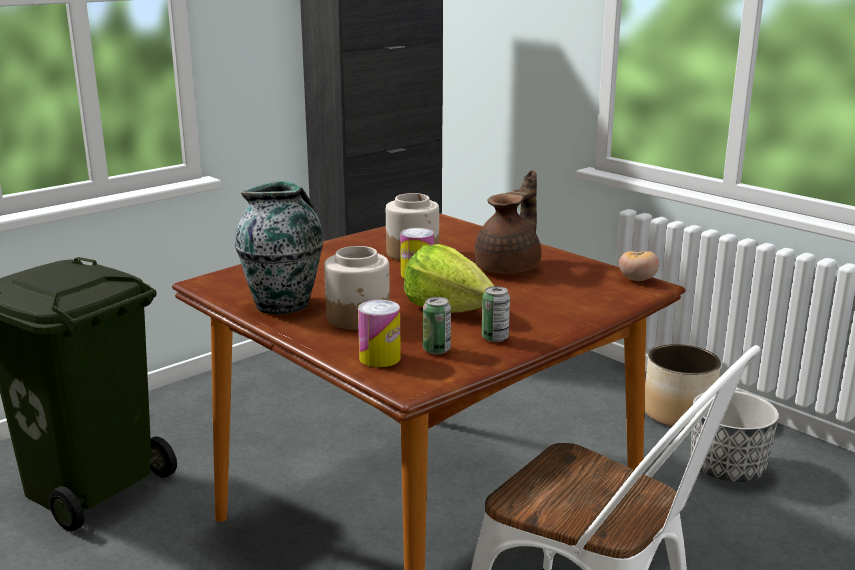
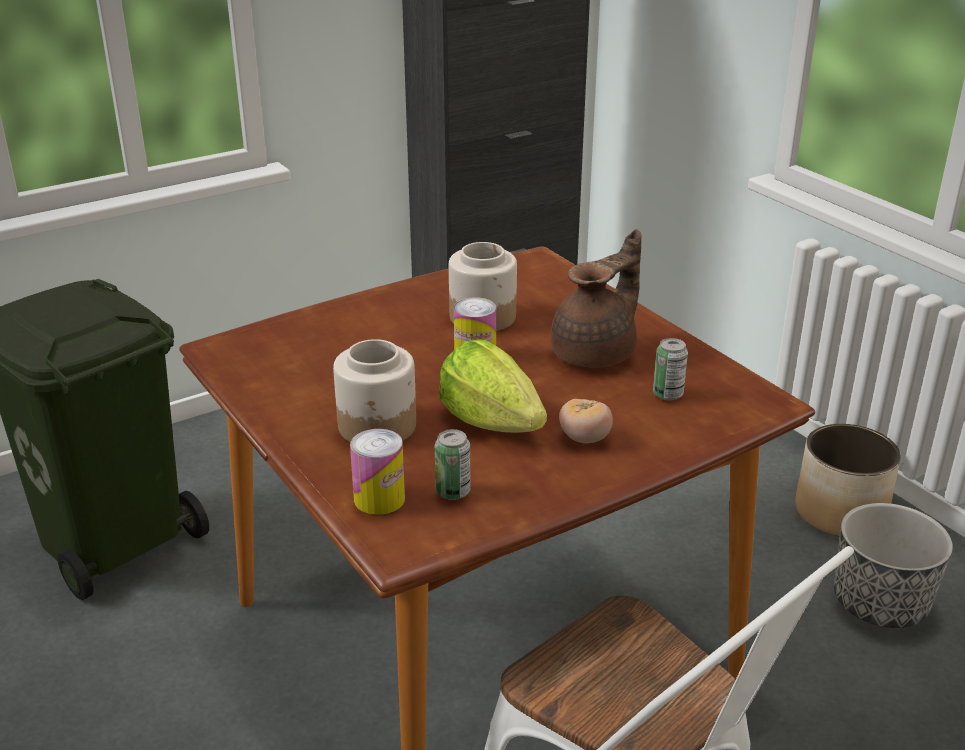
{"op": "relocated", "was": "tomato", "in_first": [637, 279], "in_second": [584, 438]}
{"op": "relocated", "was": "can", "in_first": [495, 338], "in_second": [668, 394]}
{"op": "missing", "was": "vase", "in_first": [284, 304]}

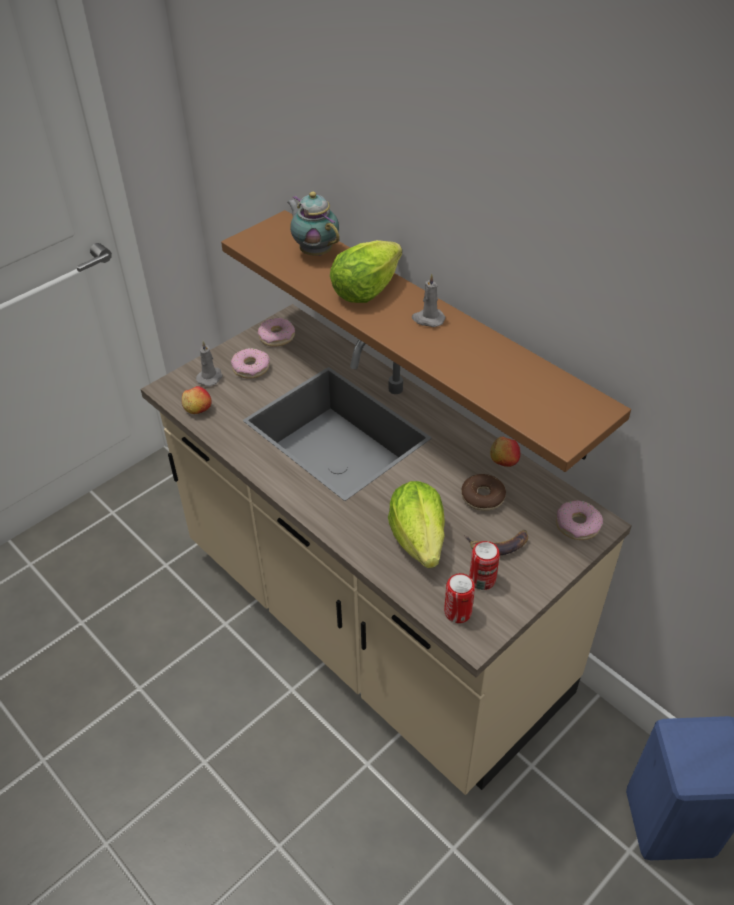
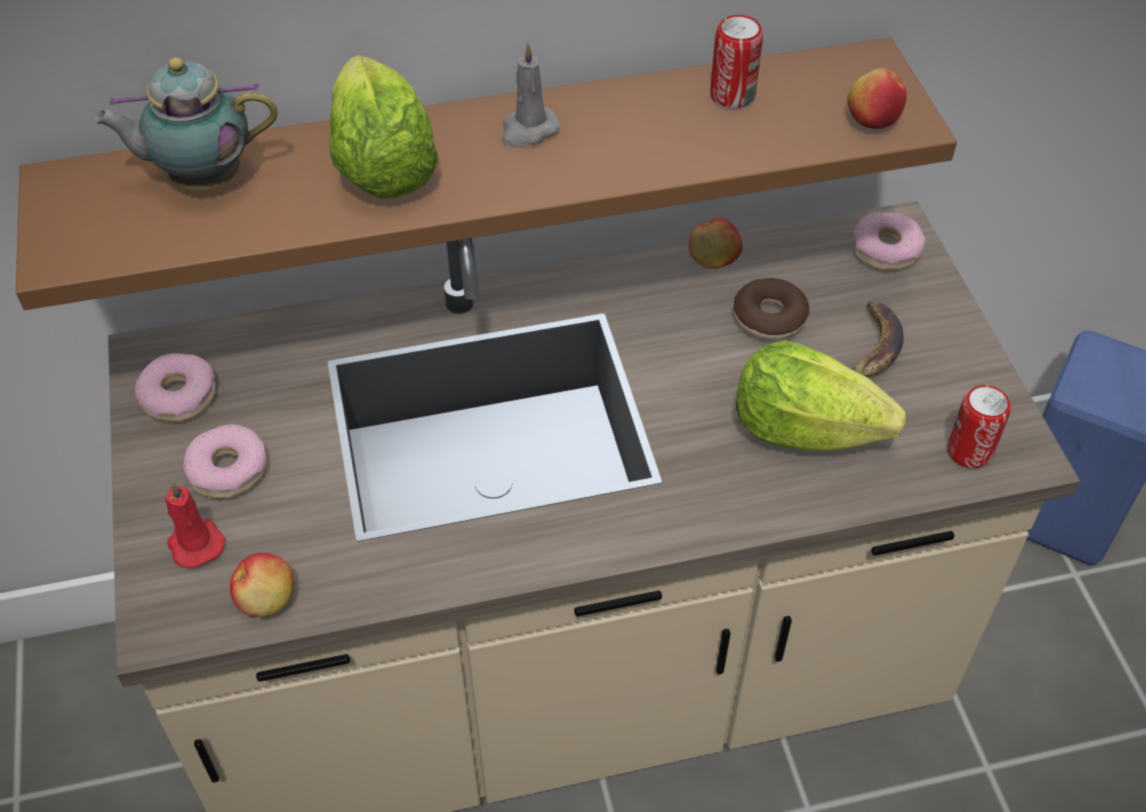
{"op": "colour", "was": "grey candle", "now": "red candle", "in_first": [210, 377], "in_second": [195, 542]}
{"op": "relocated", "was": "can", "in_first": [482, 579], "in_second": [732, 95]}
{"op": "appeared", "now": "apple", "in_second": [872, 119]}

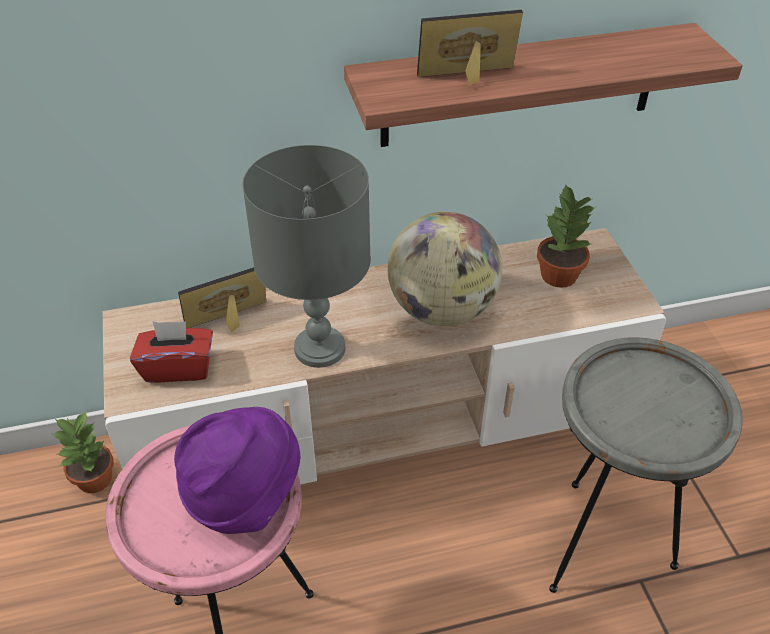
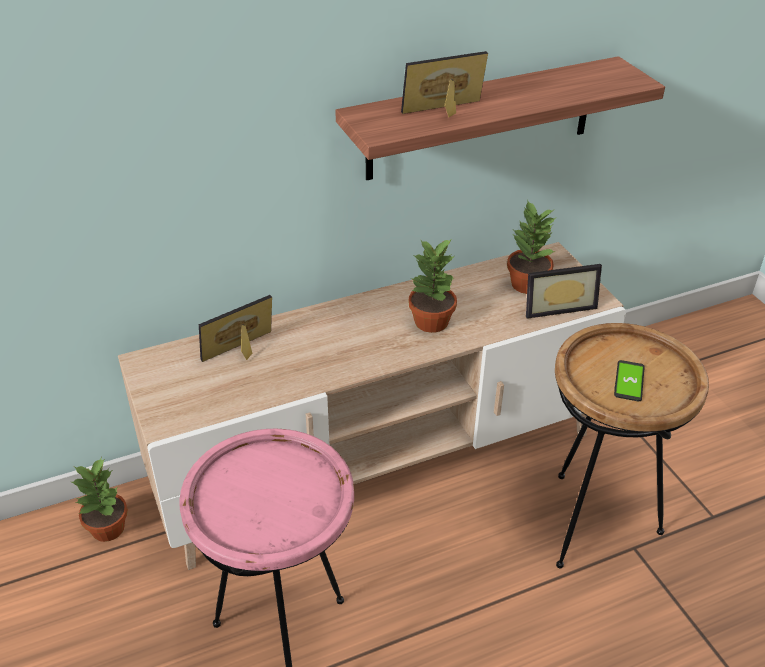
{"op": "exchanged", "was": "globe", "now": "potted plant", "in_first": [442, 310], "in_second": [432, 322]}
{"op": "appeared", "now": "picture frame", "in_second": [557, 305]}
{"op": "colour", "was": "grey side table", "now": "brown side table", "in_first": [600, 545], "in_second": [593, 523]}
{"op": "appeared", "now": "phone", "in_second": [629, 381]}
{"op": "missing", "was": "red tissue box", "in_first": [178, 367]}
{"op": "missing", "was": "purple hat", "in_first": [243, 496]}
{"op": "missing", "was": "grey table lamp", "in_first": [318, 348]}

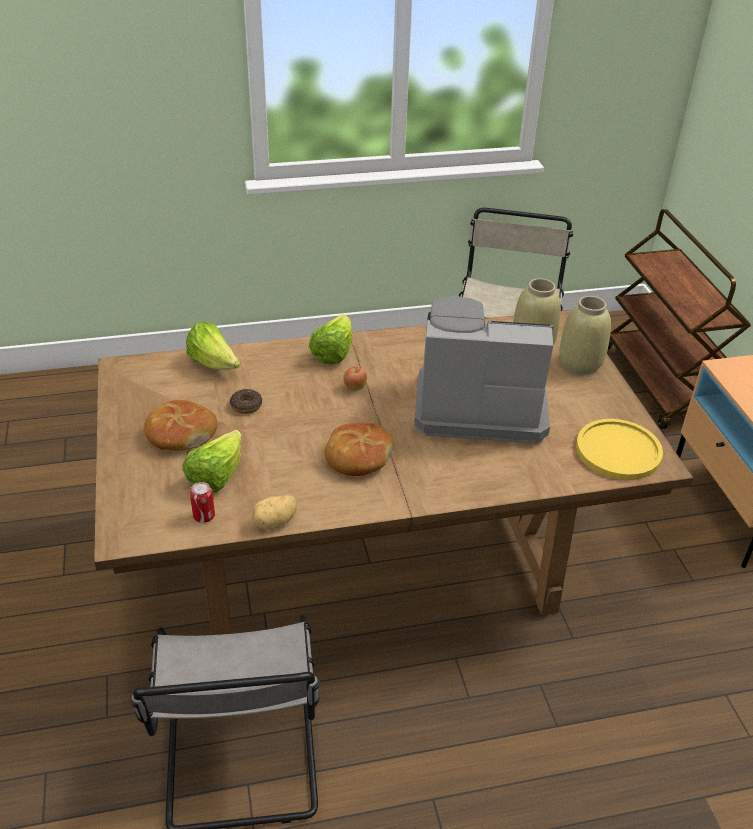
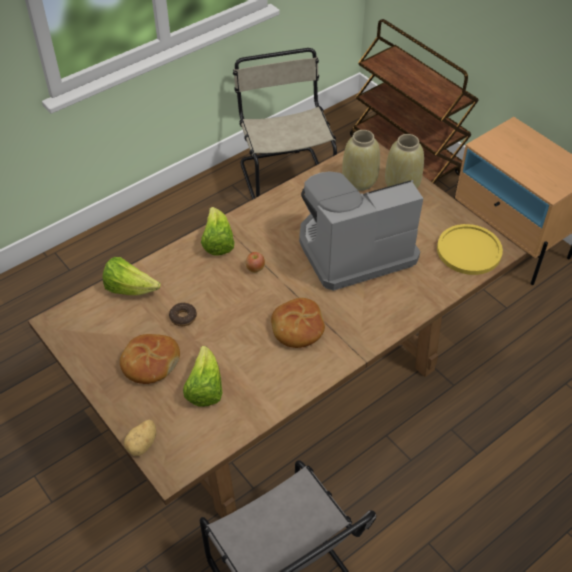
{"op": "relocated", "was": "potato", "in_first": [275, 522], "in_second": [143, 444]}
{"op": "missing", "was": "can", "in_first": [204, 516]}

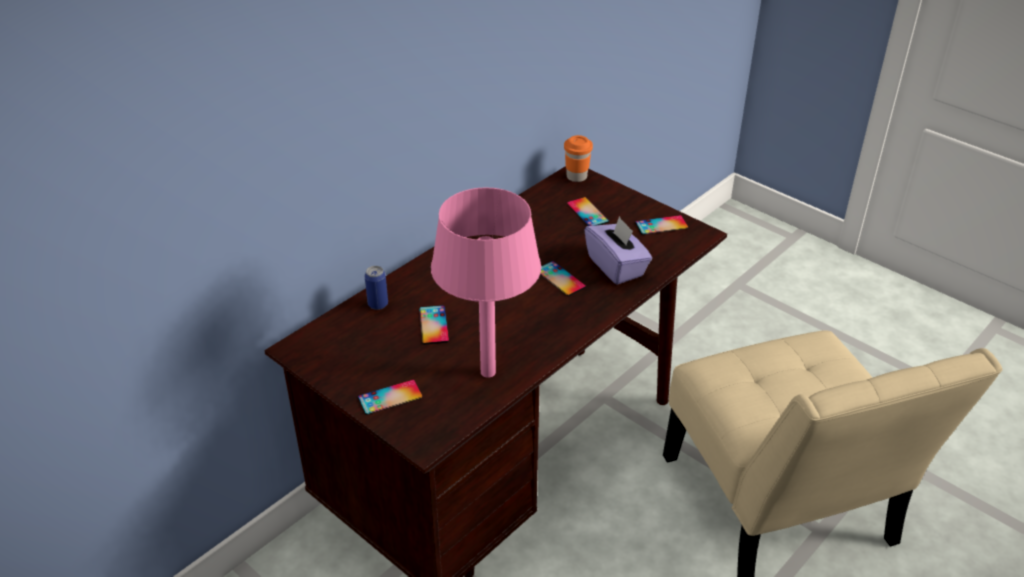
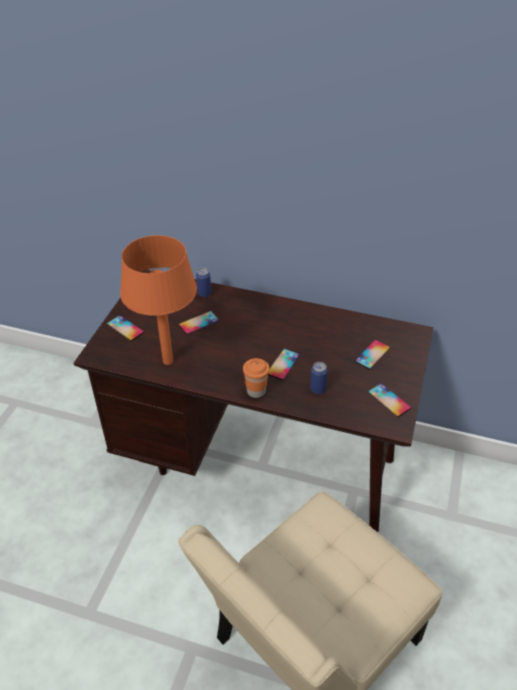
{"op": "colour", "was": "pink table lamp", "now": "orange table lamp", "in_first": [489, 372], "in_second": [168, 361]}
{"op": "relocated", "was": "orange cup", "in_first": [576, 177], "in_second": [256, 391]}
{"op": "exchanged", "was": "purple tissue box", "now": "can", "in_first": [616, 266], "in_second": [317, 389]}

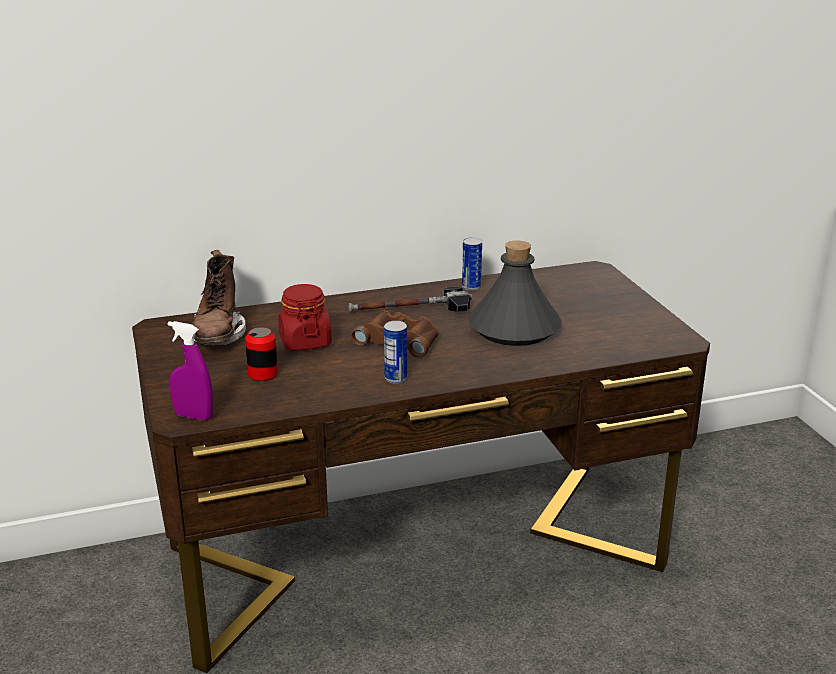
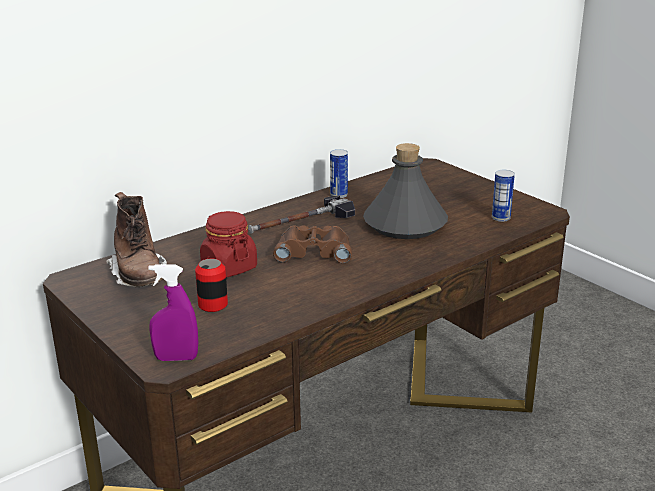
{"op": "relocated", "was": "can", "in_first": [395, 378], "in_second": [501, 218]}

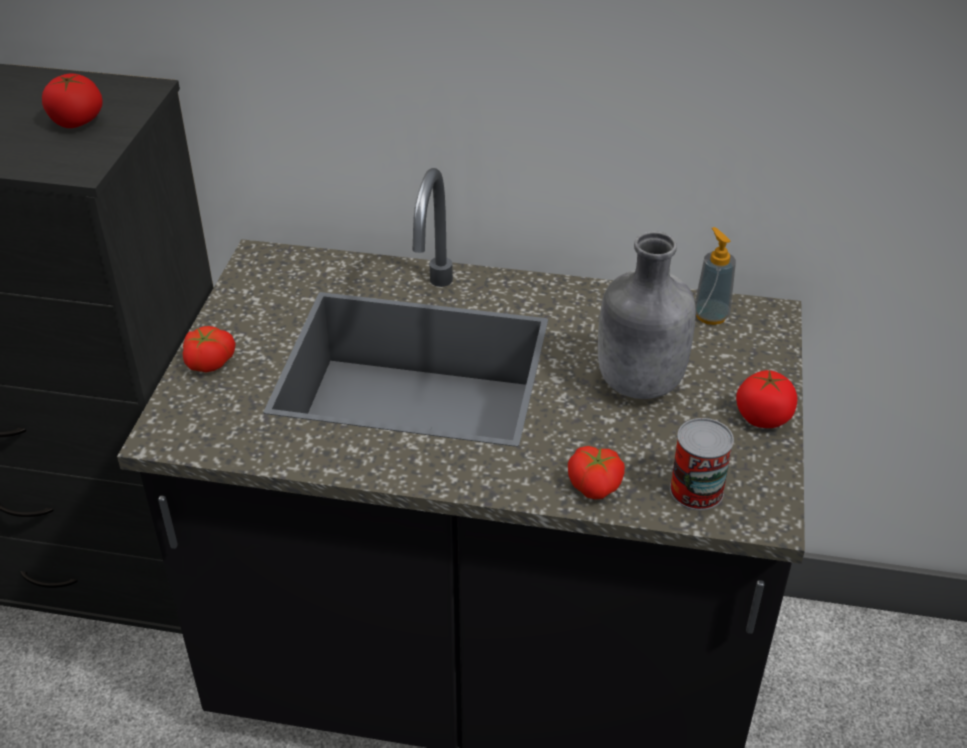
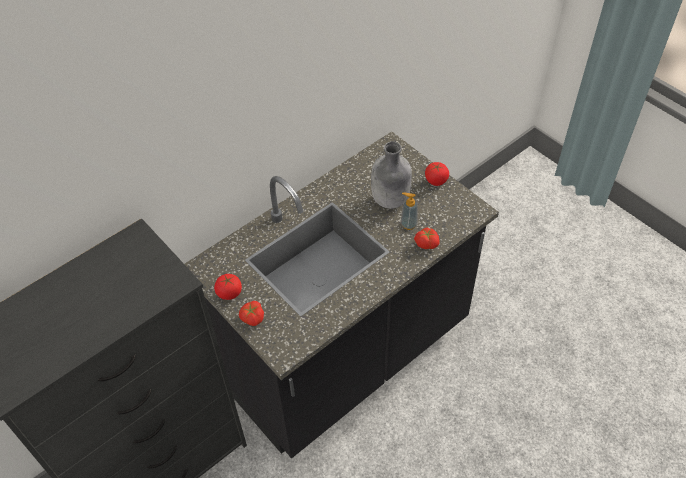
{"op": "relocated", "was": "tomato", "in_first": [76, 122], "in_second": [229, 293]}
{"op": "relocated", "was": "soap dispenser", "in_first": [711, 315], "in_second": [408, 224]}
{"op": "missing", "was": "can", "in_first": [696, 490]}

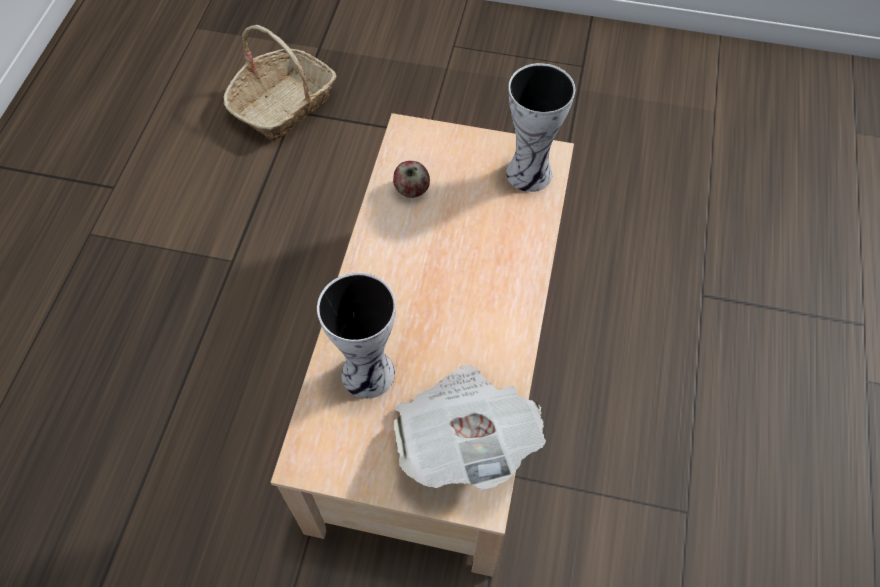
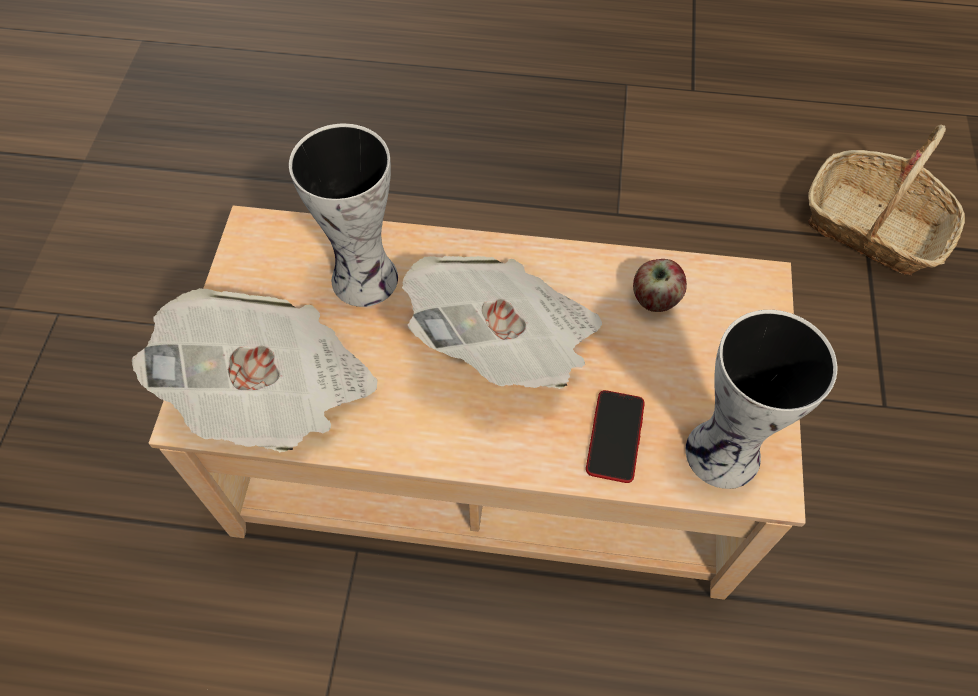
{"op": "appeared", "now": "newspaper", "in_second": [507, 343]}
{"op": "appeared", "now": "phone", "in_second": [615, 436]}

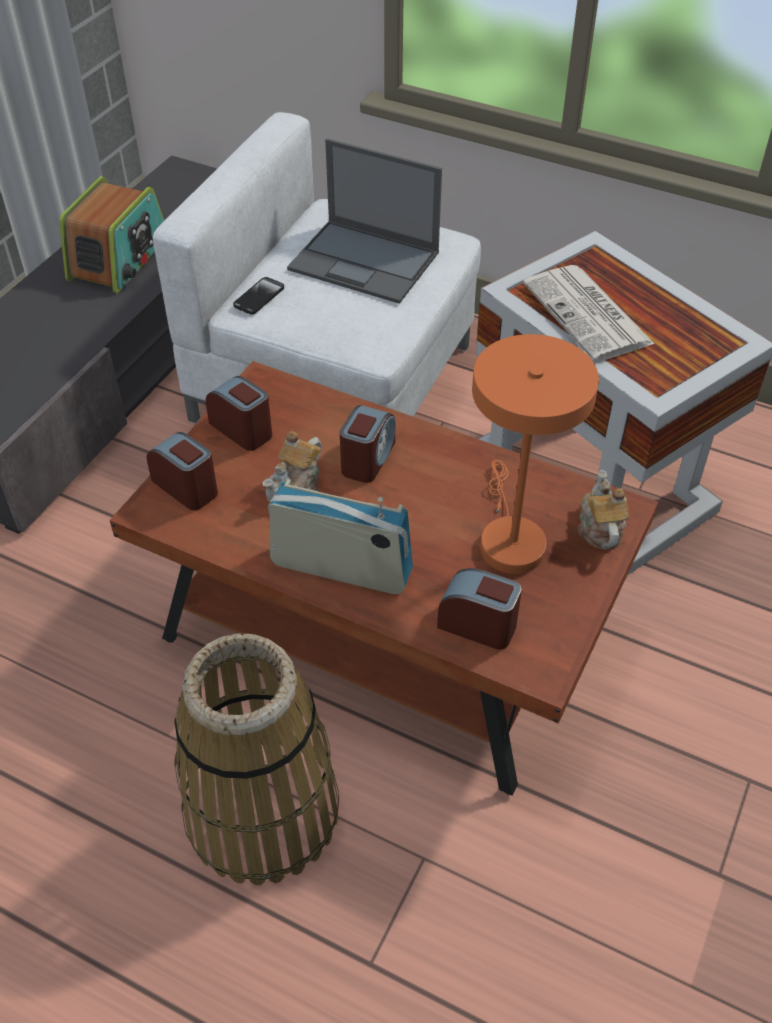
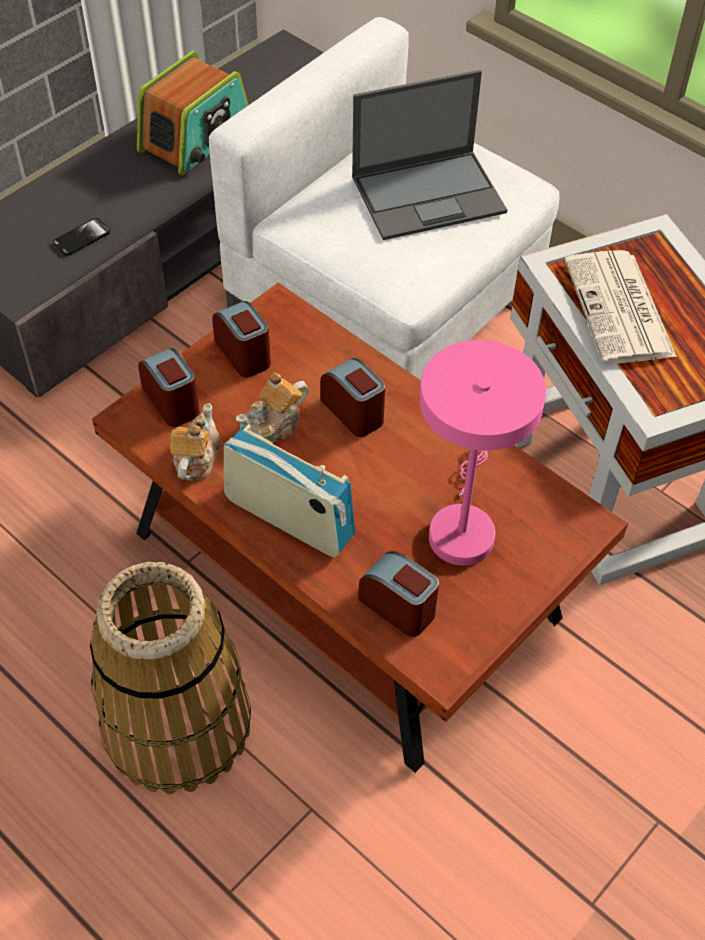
{"op": "relocated", "was": "phone", "in_first": [259, 297], "in_second": [82, 238]}
{"op": "relocated", "was": "teapot", "in_first": [599, 528], "in_second": [196, 458]}
{"op": "spun", "was": "alarm clock", "in_first": [367, 459], "in_second": [353, 411], "clockwise": -75}
{"op": "spun", "was": "laptop", "in_first": [365, 261], "in_second": [430, 194], "clockwise": -60}
{"op": "colour", "was": "orange table lamp", "now": "pink table lamp", "in_first": [509, 539], "in_second": [461, 527]}

